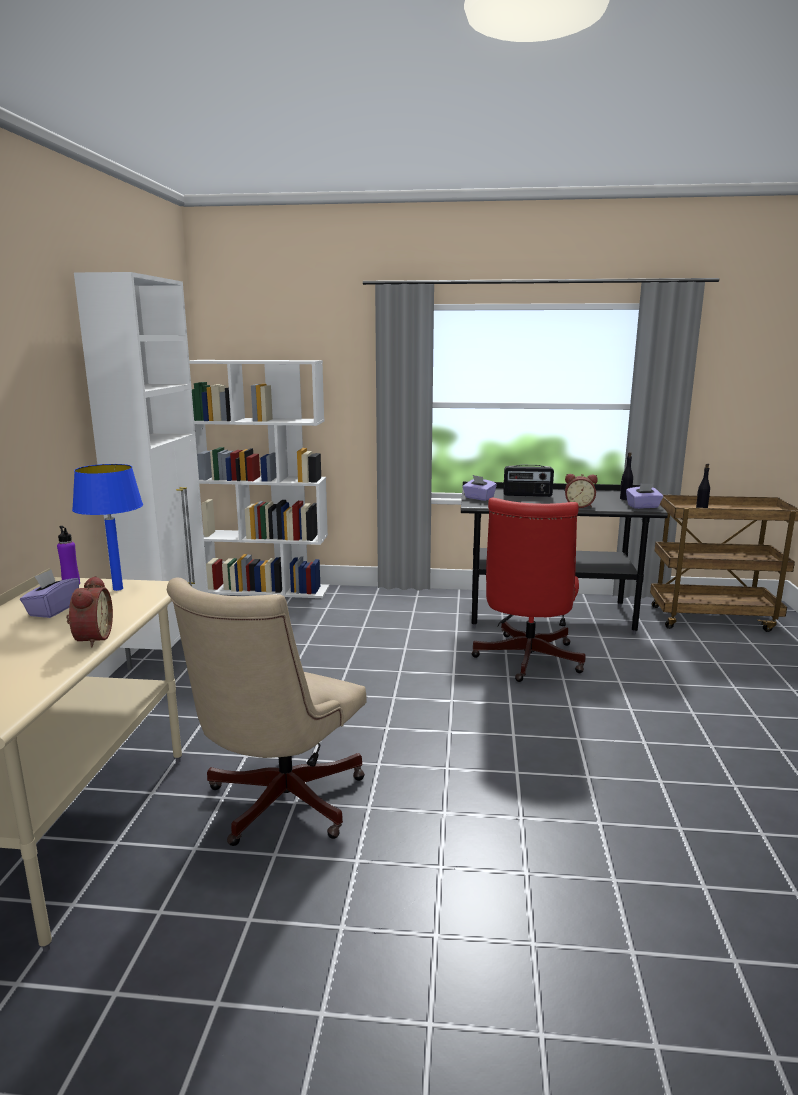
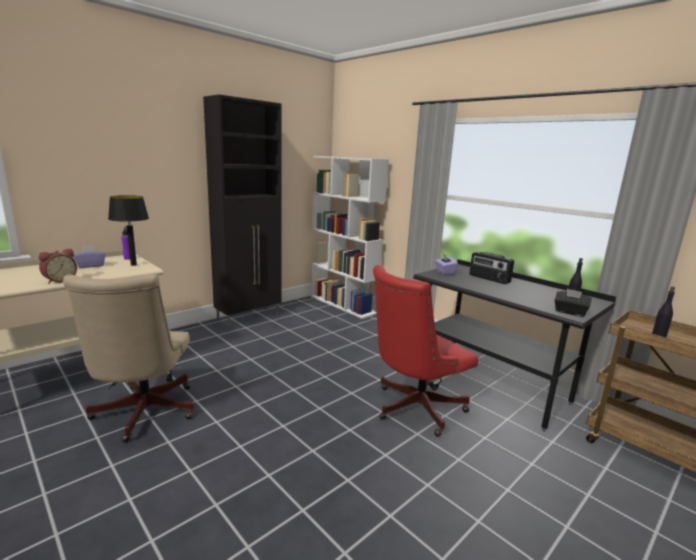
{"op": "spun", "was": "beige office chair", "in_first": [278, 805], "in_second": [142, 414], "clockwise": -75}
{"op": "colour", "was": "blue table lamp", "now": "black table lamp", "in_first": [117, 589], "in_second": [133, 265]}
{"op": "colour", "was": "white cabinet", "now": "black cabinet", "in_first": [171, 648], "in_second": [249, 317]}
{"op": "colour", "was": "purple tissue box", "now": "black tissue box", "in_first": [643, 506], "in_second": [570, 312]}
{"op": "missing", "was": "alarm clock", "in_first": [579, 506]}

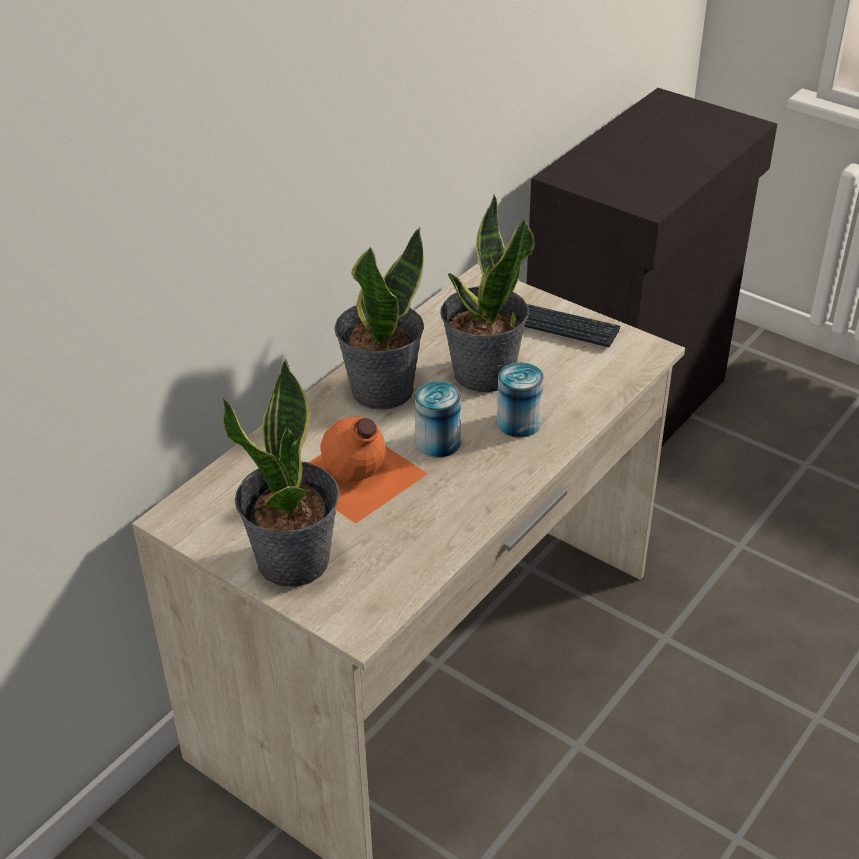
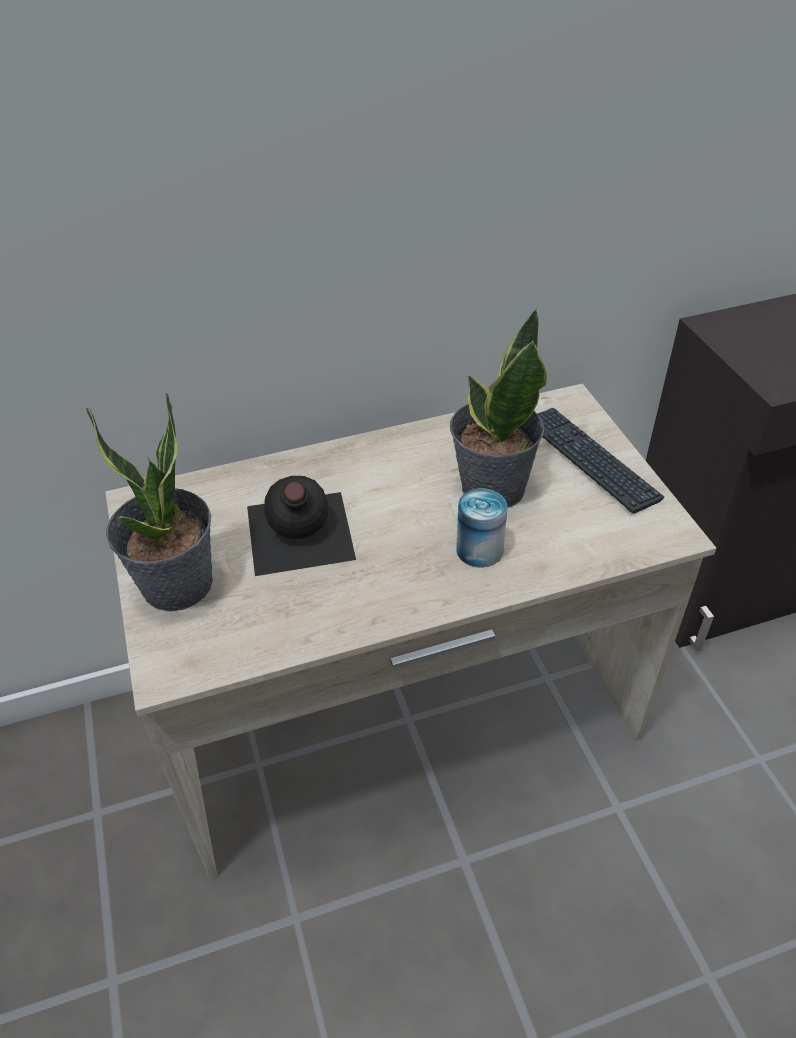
{"op": "colour", "was": "orange bottle", "now": "black bottle", "in_first": [357, 476], "in_second": [298, 533]}
{"op": "missing", "was": "potted plant", "in_first": [381, 389]}
{"op": "missing", "was": "can", "in_first": [438, 442]}

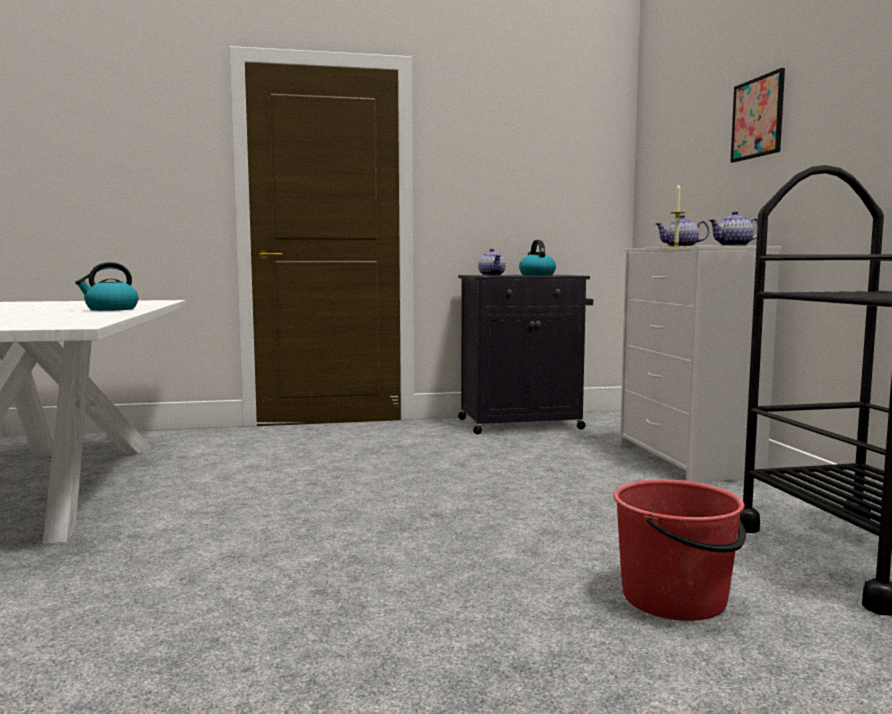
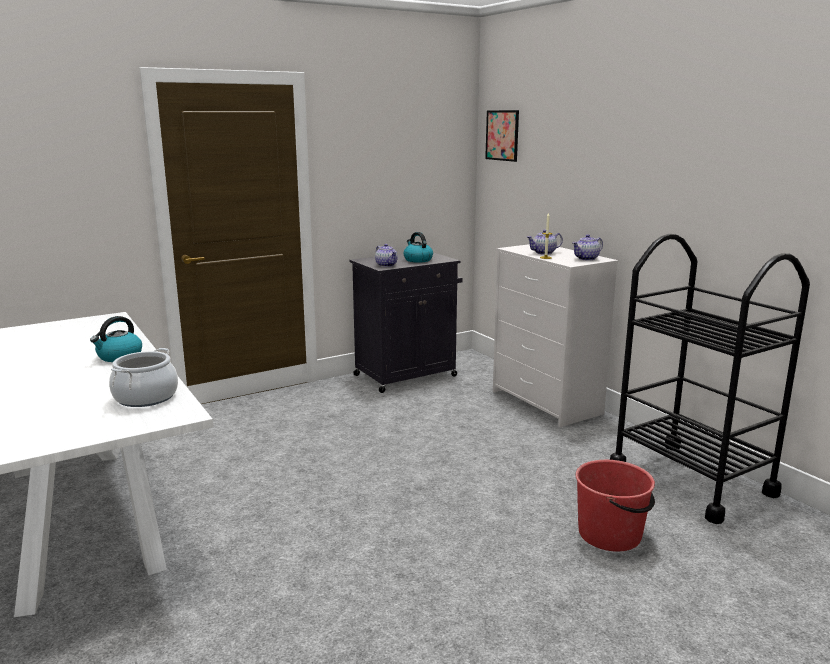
{"op": "appeared", "now": "cooking pot", "in_second": [145, 397]}
{"op": "relocated", "was": "picture", "in_first": [757, 117], "in_second": [502, 135]}

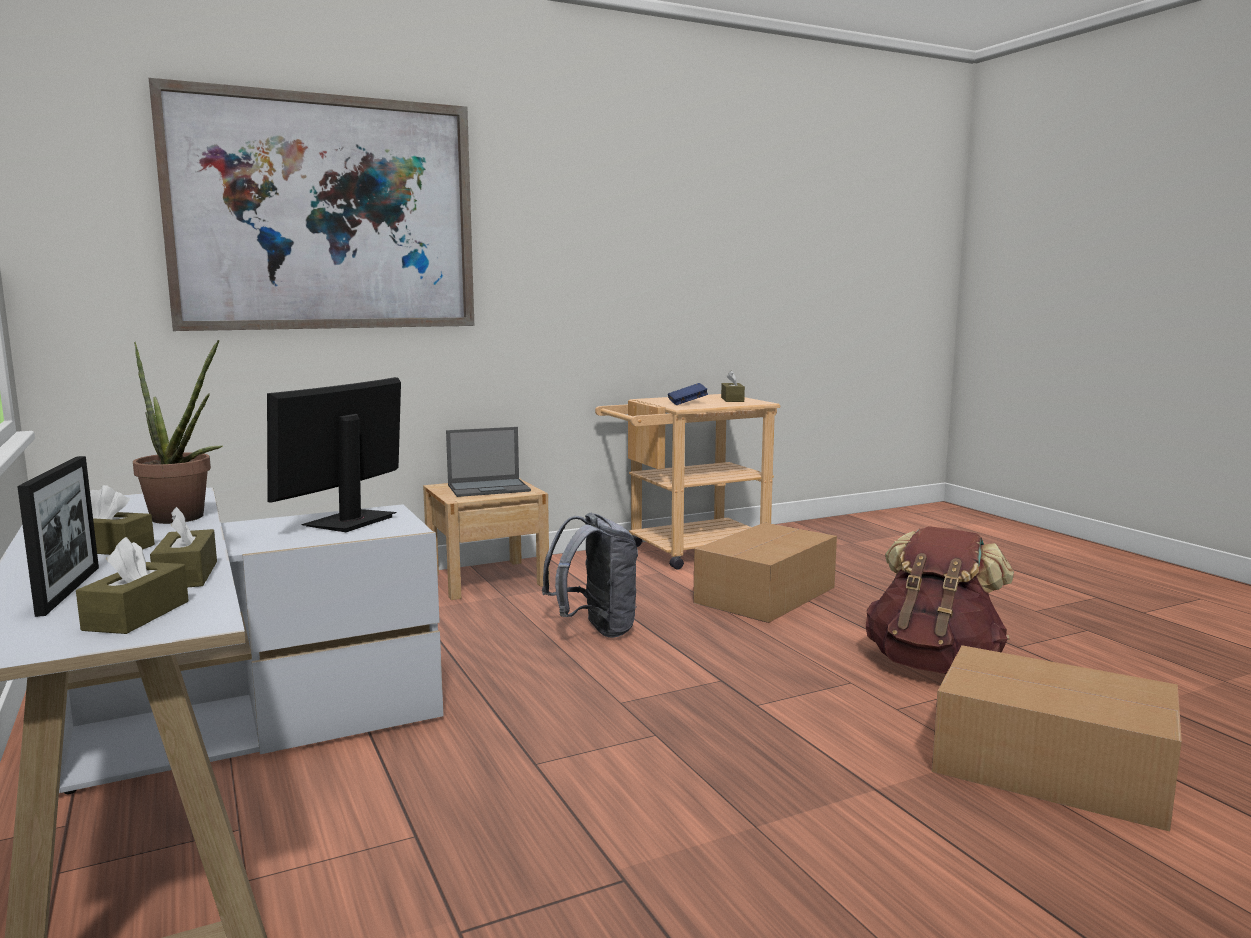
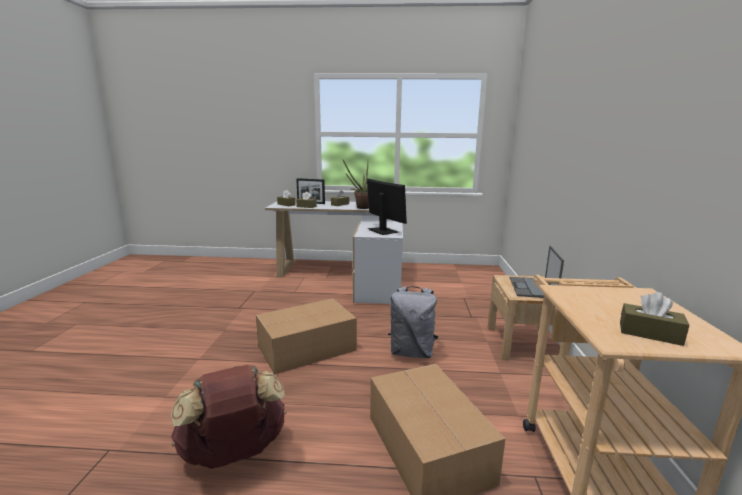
{"op": "relocated", "was": "cardboard box", "in_first": [1046, 766], "in_second": [308, 348]}
{"op": "missing", "was": "picture", "in_first": [324, 214]}
{"op": "missing", "was": "blue book", "in_first": [687, 403]}

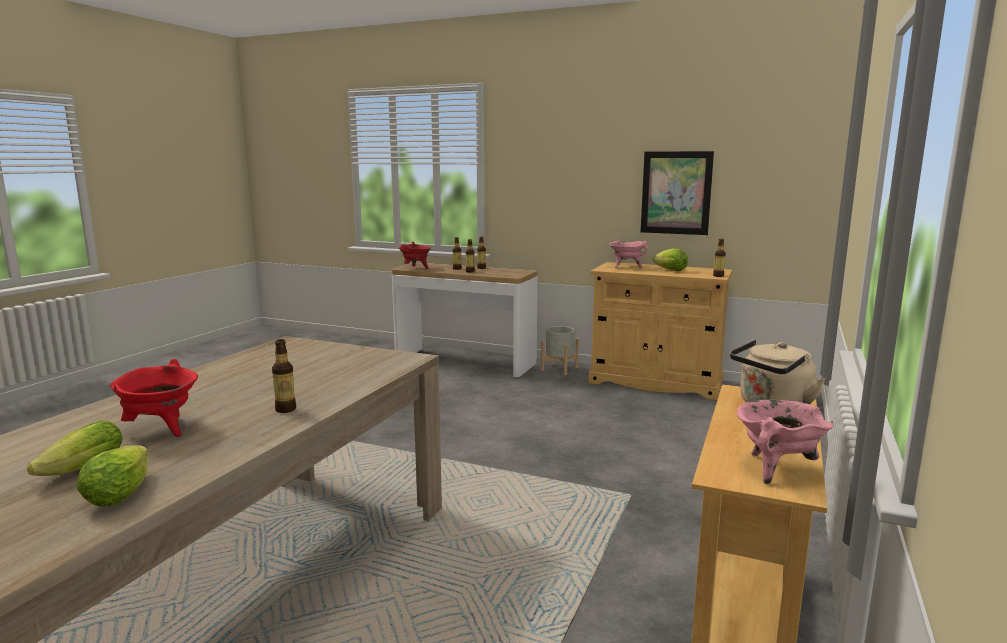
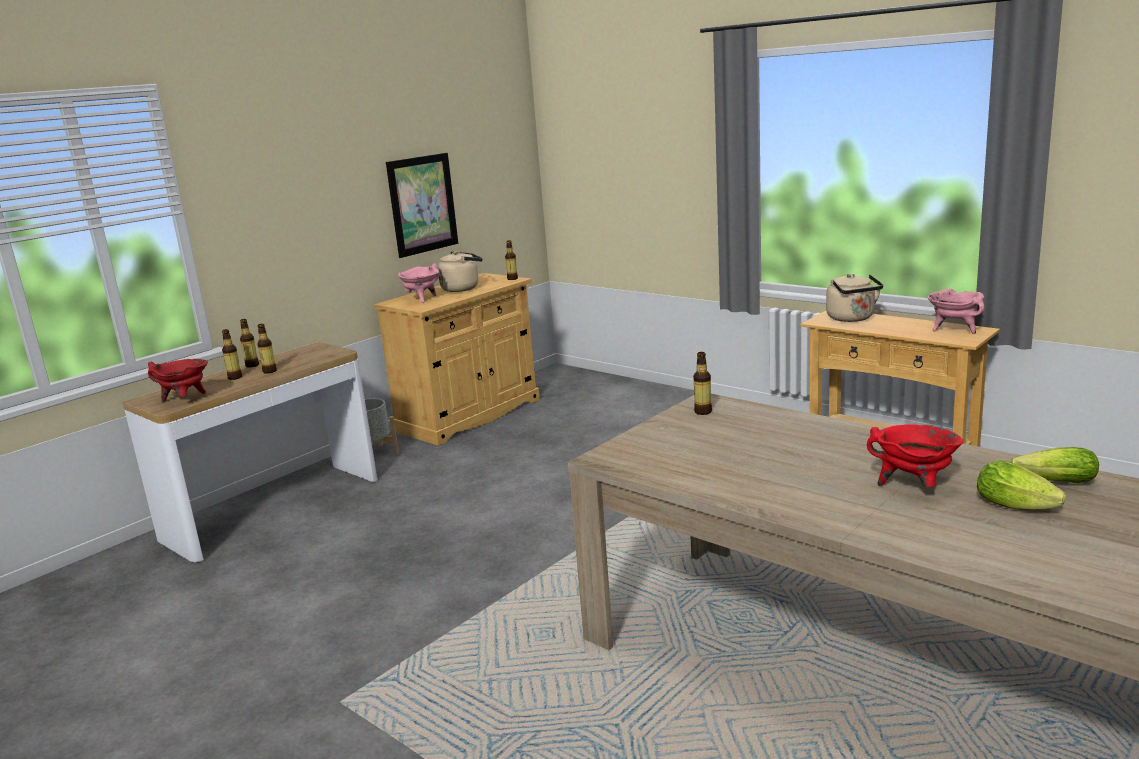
{"op": "exchanged", "was": "lettuce", "now": "beige kettle", "in_first": [670, 270], "in_second": [462, 288]}
{"op": "relocated", "was": "bottle", "in_first": [286, 409], "in_second": [703, 412]}

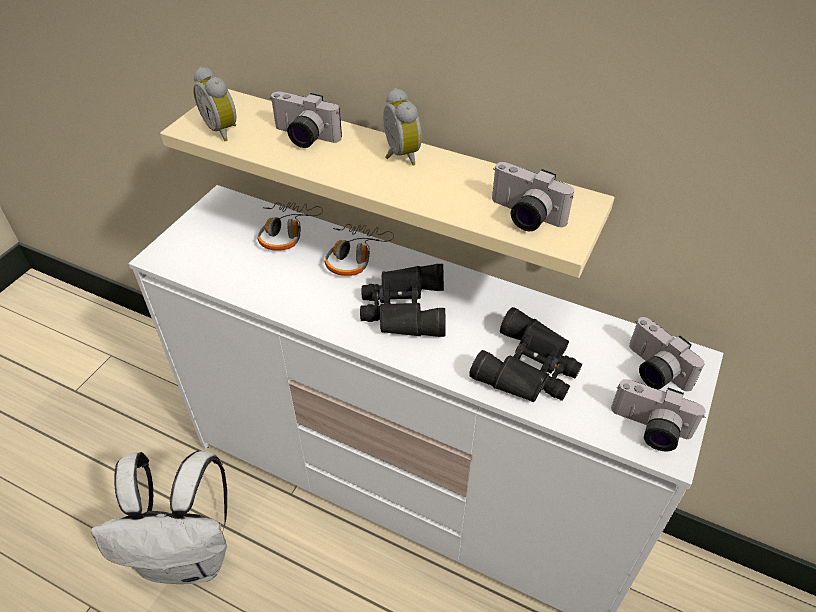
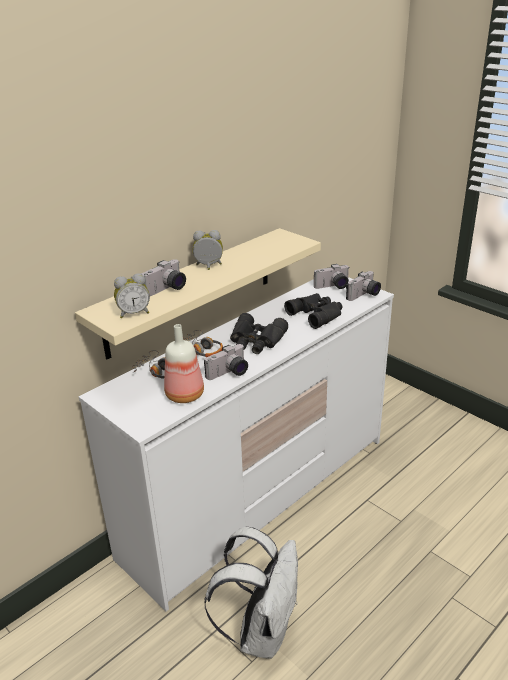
{"op": "appeared", "now": "bottle", "in_second": [184, 394]}
{"op": "relocated", "was": "photo camera", "in_first": [523, 217], "in_second": [229, 373]}

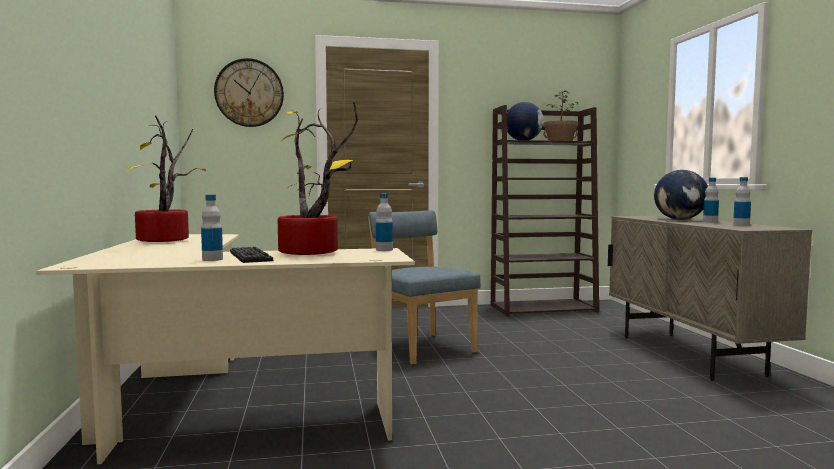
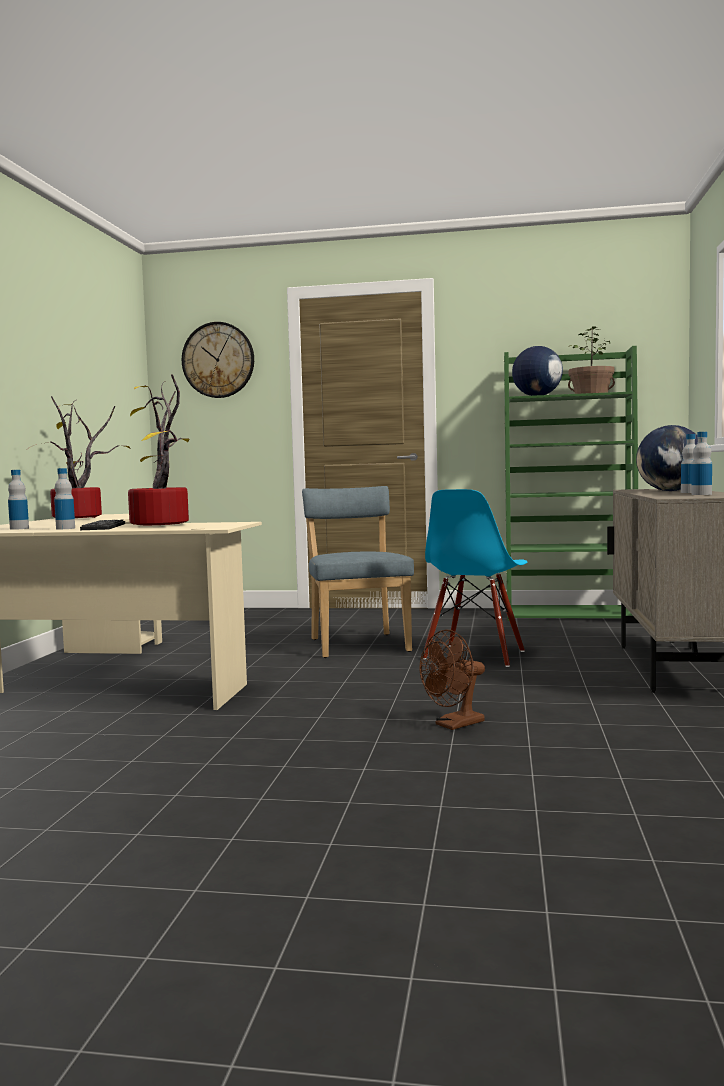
{"op": "relocated", "was": "bottle", "in_first": [384, 250], "in_second": [19, 528]}
{"op": "appeared", "now": "brown fan", "in_second": [454, 725]}
{"op": "appeared", "now": "blue chair", "in_second": [475, 655]}
{"op": "colour", "was": "brown bookcase", "now": "green bookcase", "in_first": [544, 308], "in_second": [571, 614]}

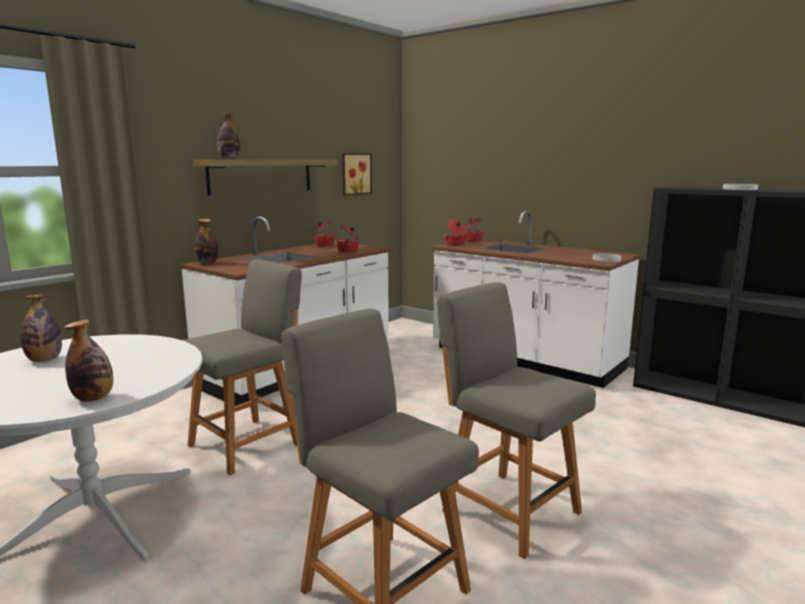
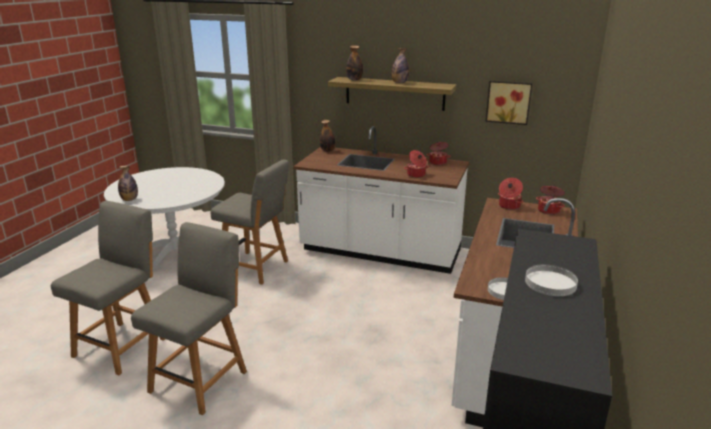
{"op": "relocated", "was": "bottle", "in_first": [44, 360], "in_second": [399, 83]}

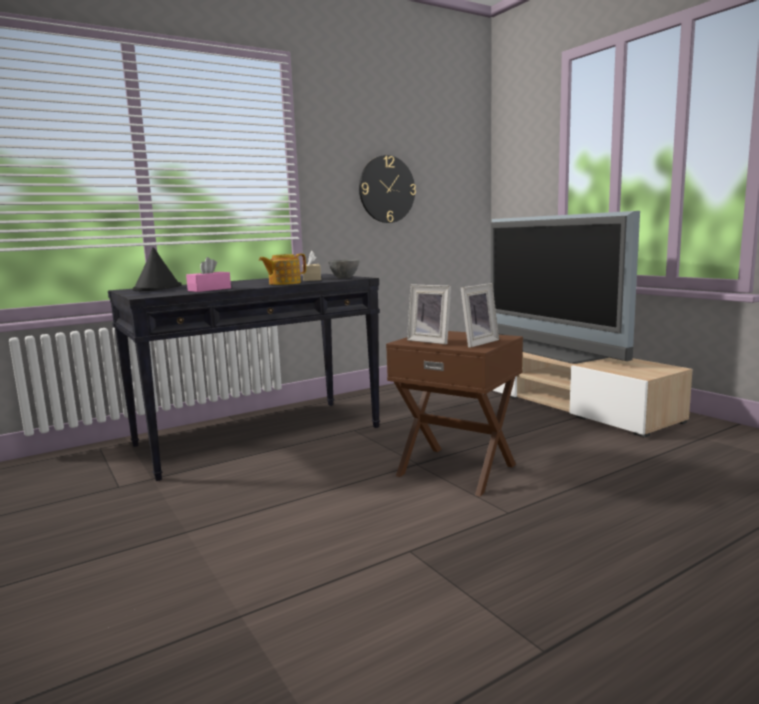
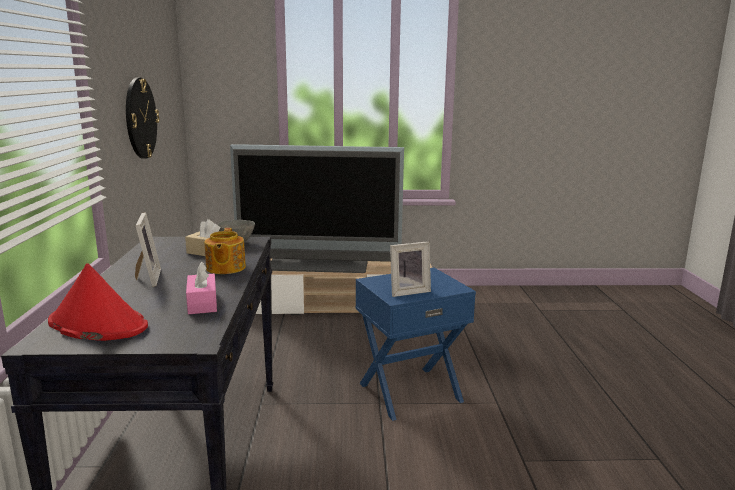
{"op": "colour", "was": "black hat", "now": "red hat", "in_first": [158, 289], "in_second": [97, 324]}
{"op": "relocated", "was": "picture frame", "in_first": [476, 343], "in_second": [146, 278]}
{"op": "colour", "was": "brown side table", "now": "blue side table", "in_first": [457, 469], "in_second": [409, 391]}

